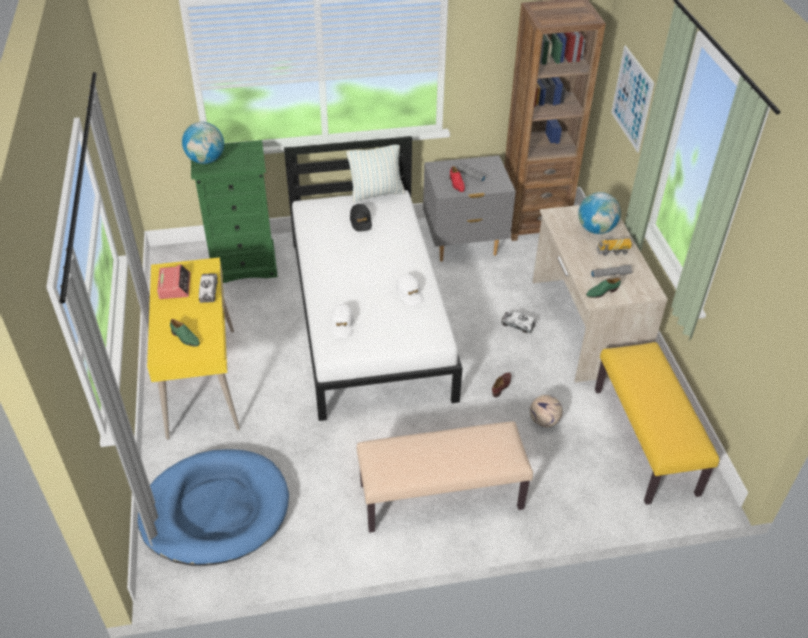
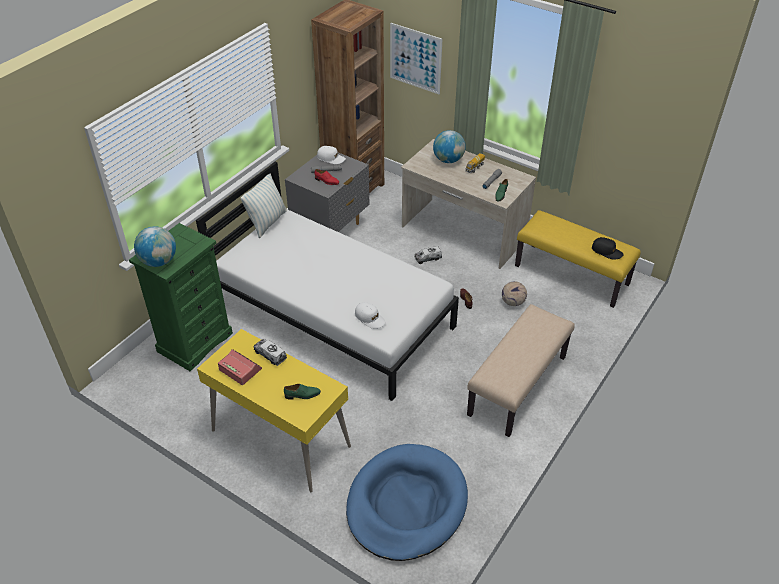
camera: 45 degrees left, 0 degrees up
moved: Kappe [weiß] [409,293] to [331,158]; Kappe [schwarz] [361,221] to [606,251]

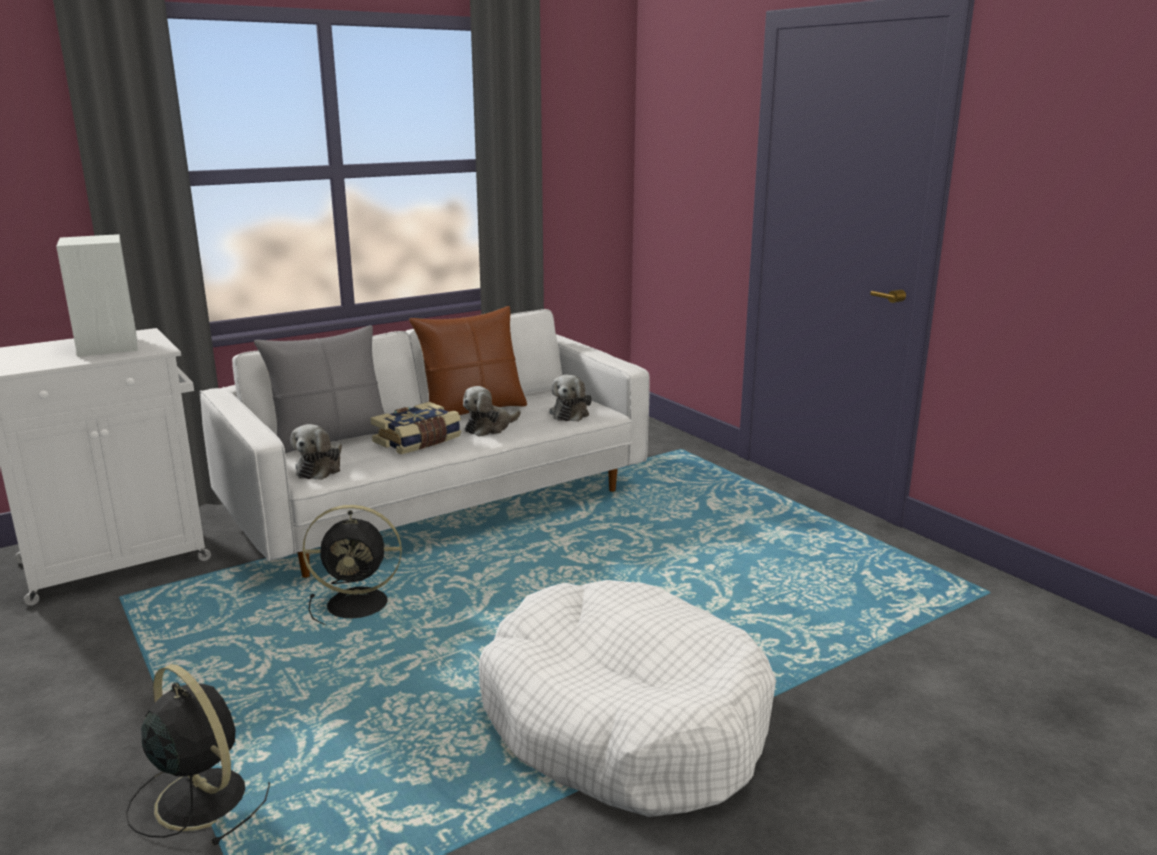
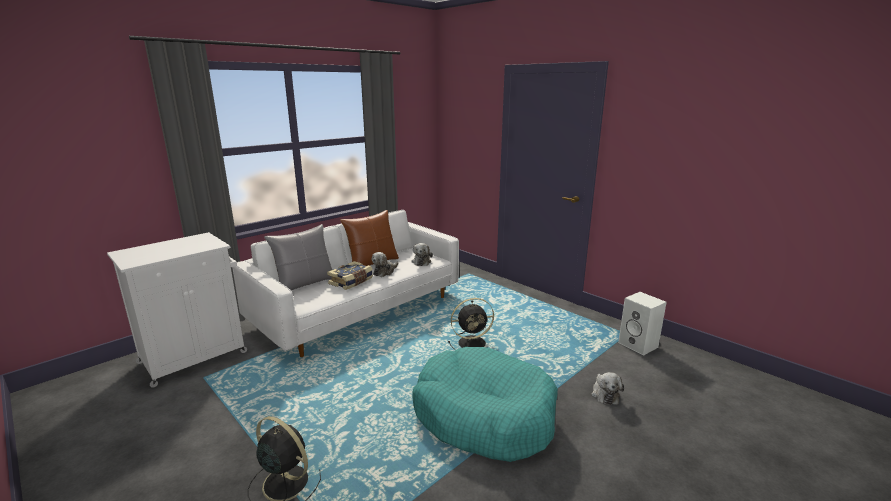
camera: 10 degrees left, 0 degrees up
moved: Ventilator [schwarz] [360,604] to [473,343]; Plüschtier [320,468] to [604,394]; Lautsprecher [weiß] [109,346] to [639,345]
recoloured: Hundebett [weiß] [623,721] to Hundebett [türkis] [484,415]

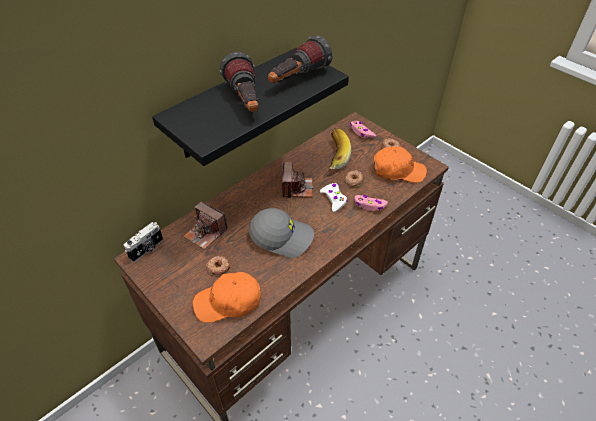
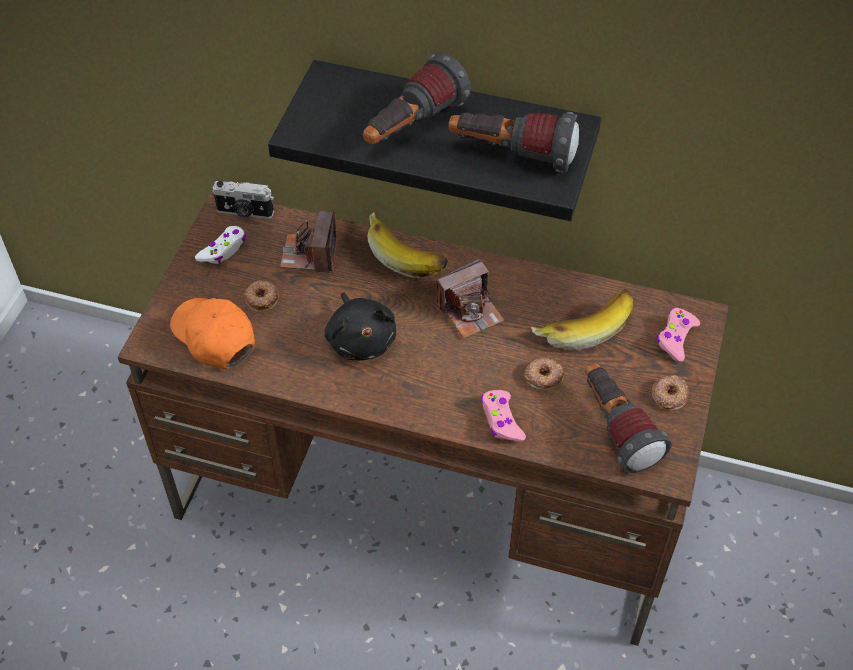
camera: 60 degrees right, 5 degrees up
added: Banane [407,254]
moved: Gamepad [weiß] [334,199] to [223,250]
replaced: Kappe [grau] [282,236] to Plüschtier [schwarz] [361,339]; Kappe [orange] [398,171] to Taschenlampe [616,428]

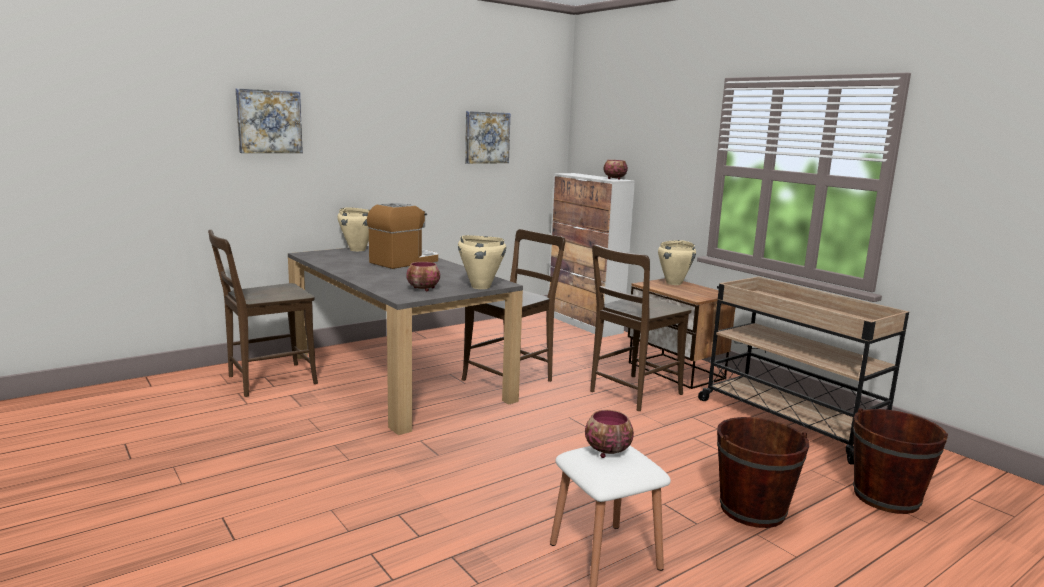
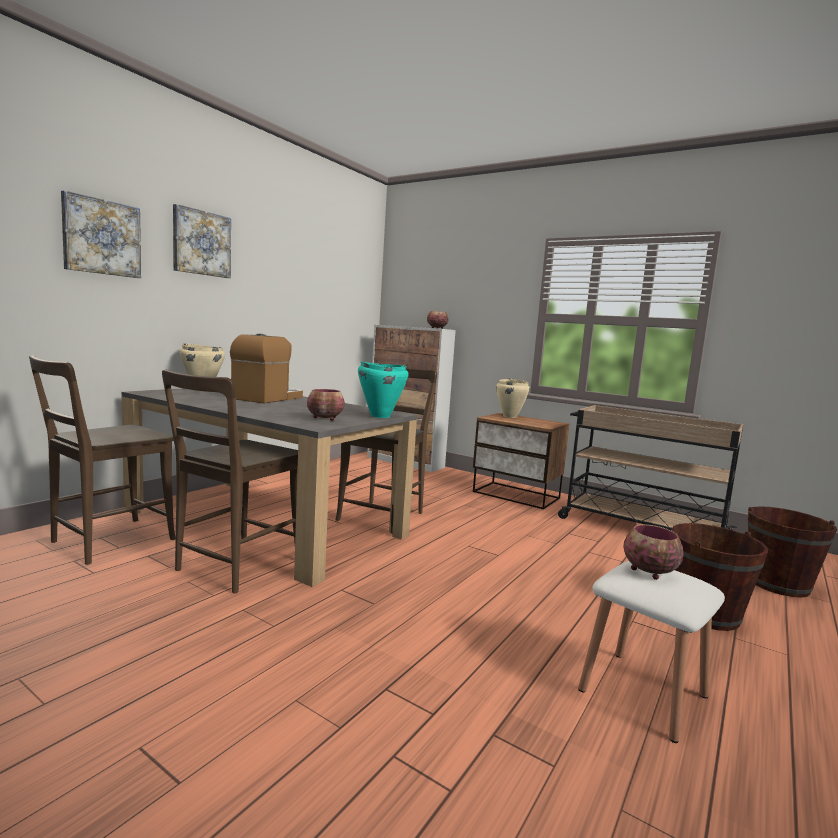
camera: 20 degrees left, 5 degrees down
moved: Stuhl [braun] [632,394] to [234,567]; Bild [486,137] to [201,243]
recoloured: Kochtopf [beige] [480,287] to Kochtopf [türkis] [380,416]

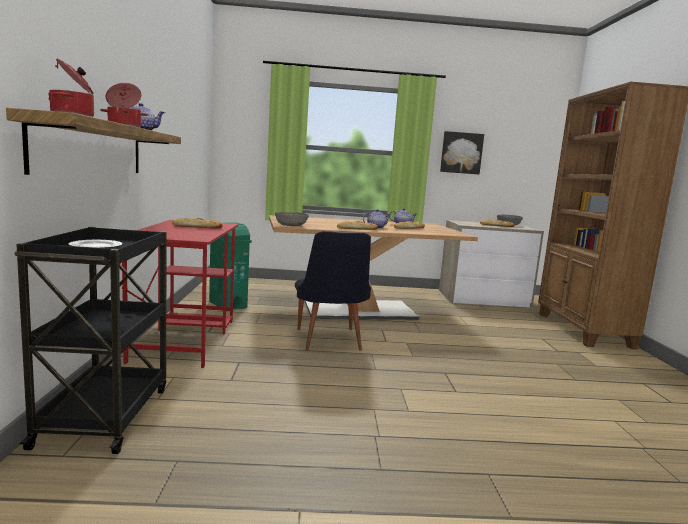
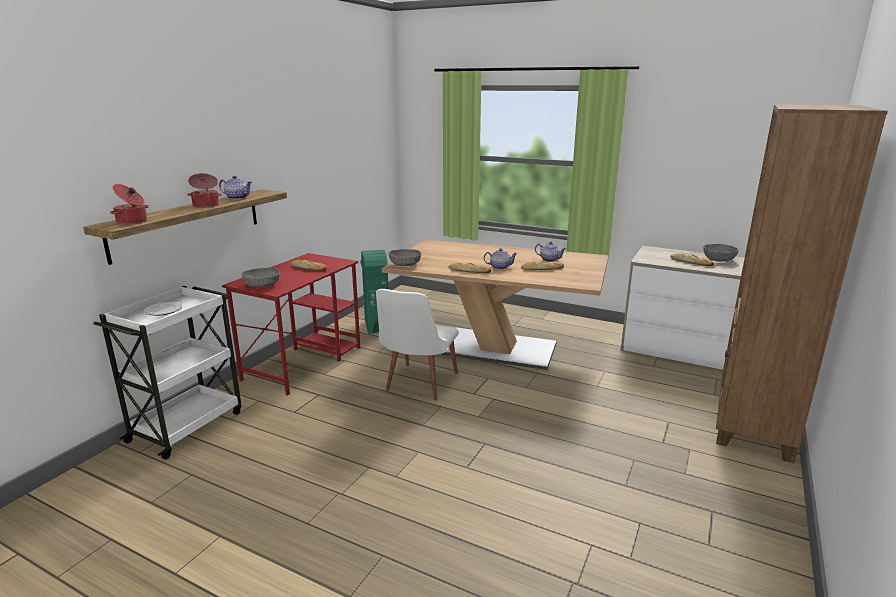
camera: 30 degrees right, 10 degrees up
removed: Bild [461,153]
added: Schüssel [grau] [262,285]
recoloured: Rollwagen [schwarz] [105,415] to Rollwagen [weiß] [188,425]; Stuhl [schwarz] [329,342] to Stuhl [weiß] [417,385]

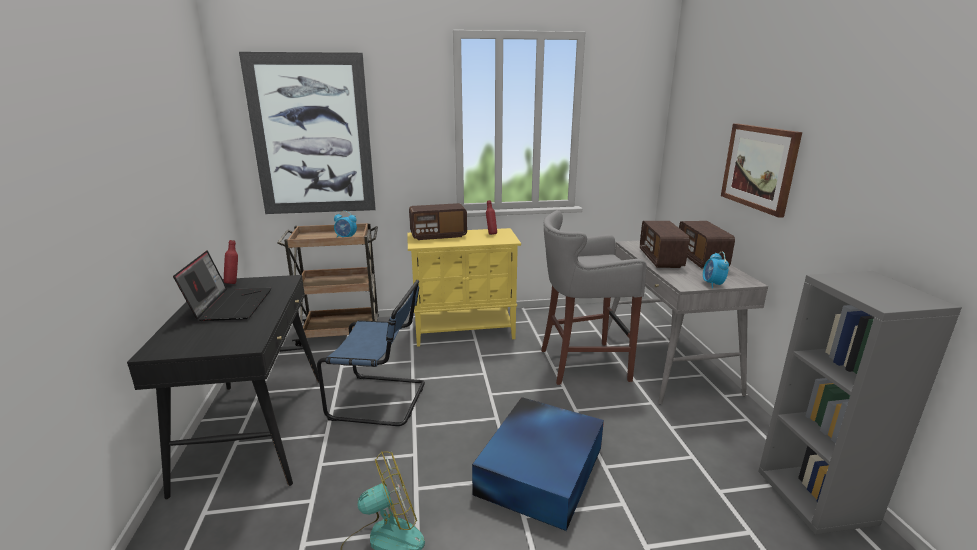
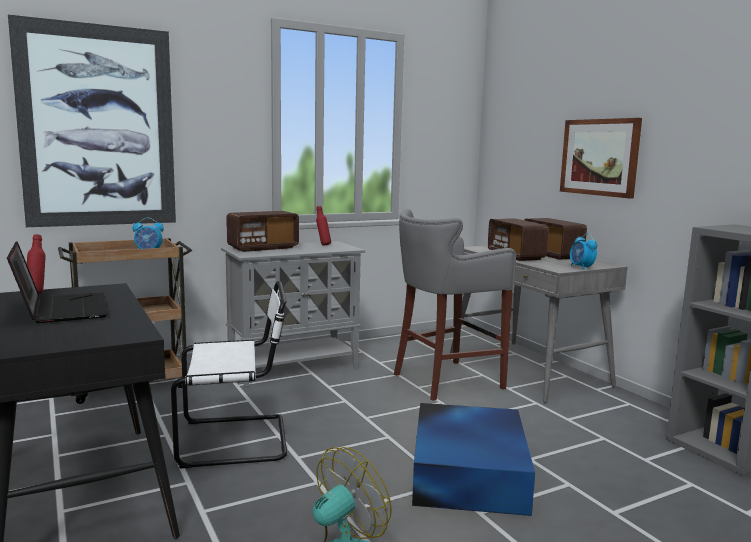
camera: 20 degrees left, 10 degrees down
recoloured: Stuhl [blau] [382,400] to Stuhl [weiß] [238,440]; Schrank [gelb] [465,331] to Schrank [grau] [294,367]

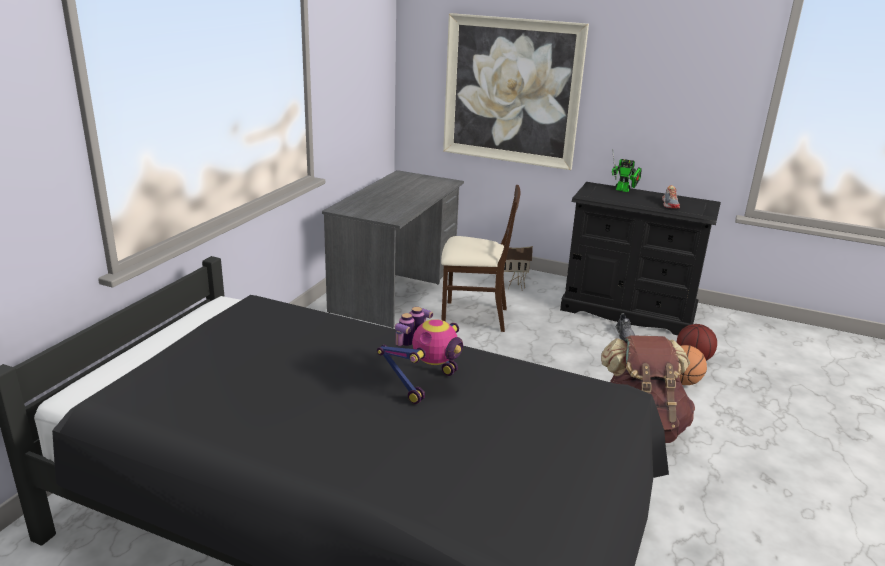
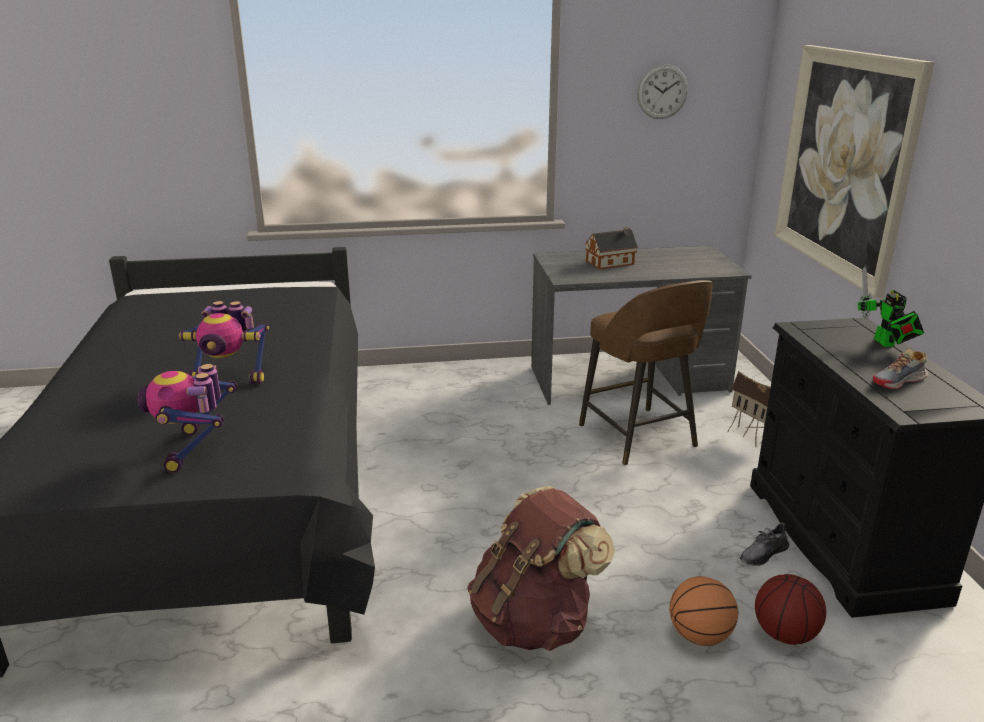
camera: 60 degrees right, 0 degrees up
added: Spielzeugroboter [195,450]; Spielzeughaus [612,263]; Wanduhr [662,91]
replaced: Stuhl [beige] [473,317] to Hocker [braun] [639,437]

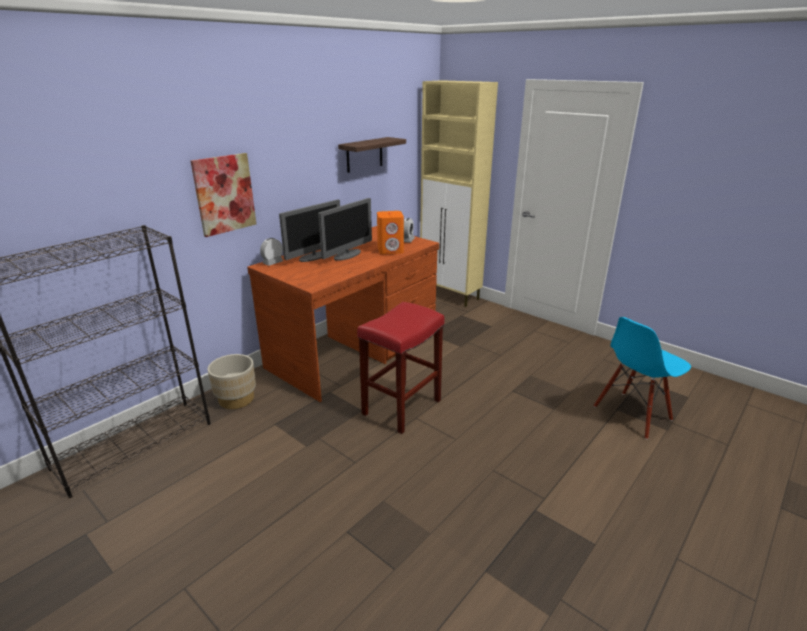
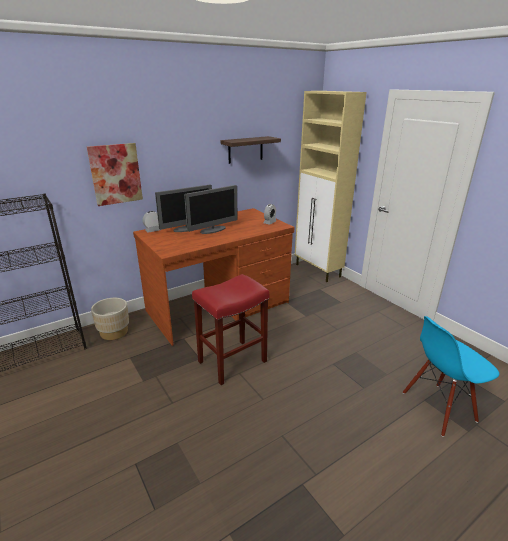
camera: 15 degrees right, 0 degrees up
removed: Lautsprecher [orange] [390,250]

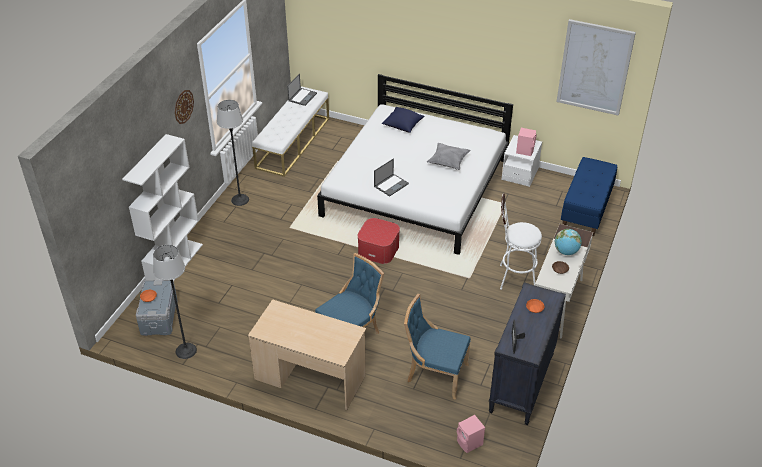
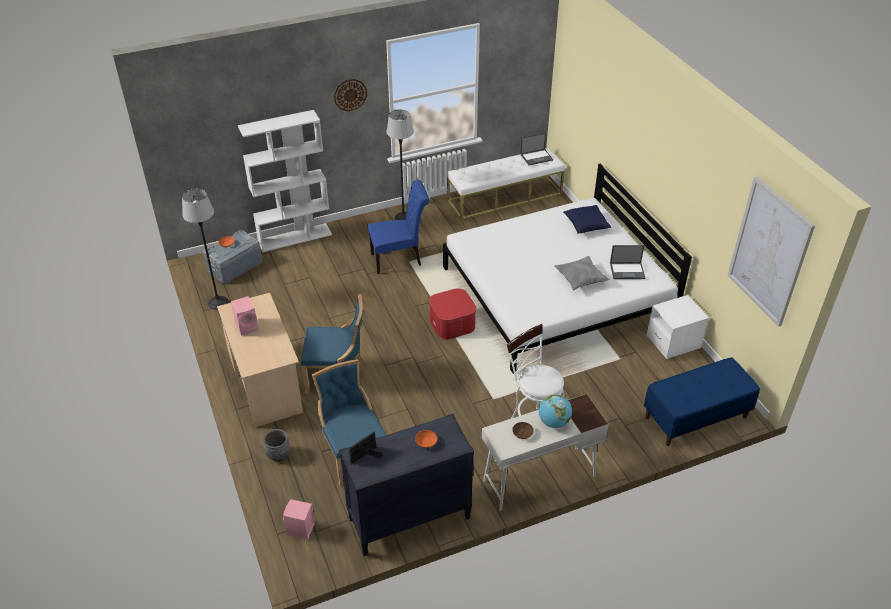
camera: 45 degrees right, 0 degrees up
added: Pflanzkübel [grau] [278,454]; Stuhl [blau] [399,259]
moved: Lautsprecher [rosa] [525,150] to [247,326]; Laptop [391,185] to [627,271]

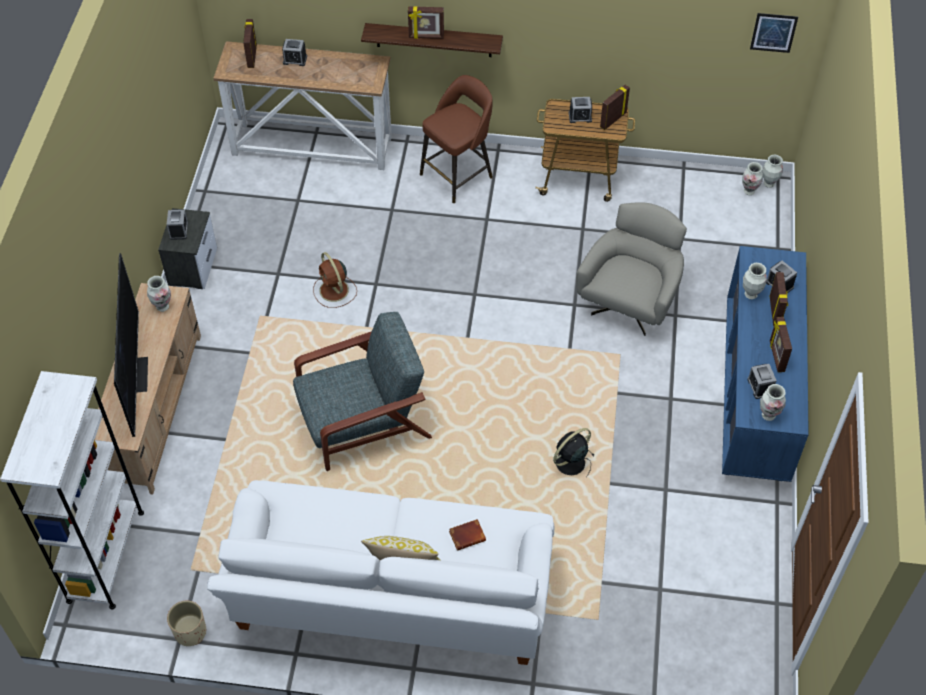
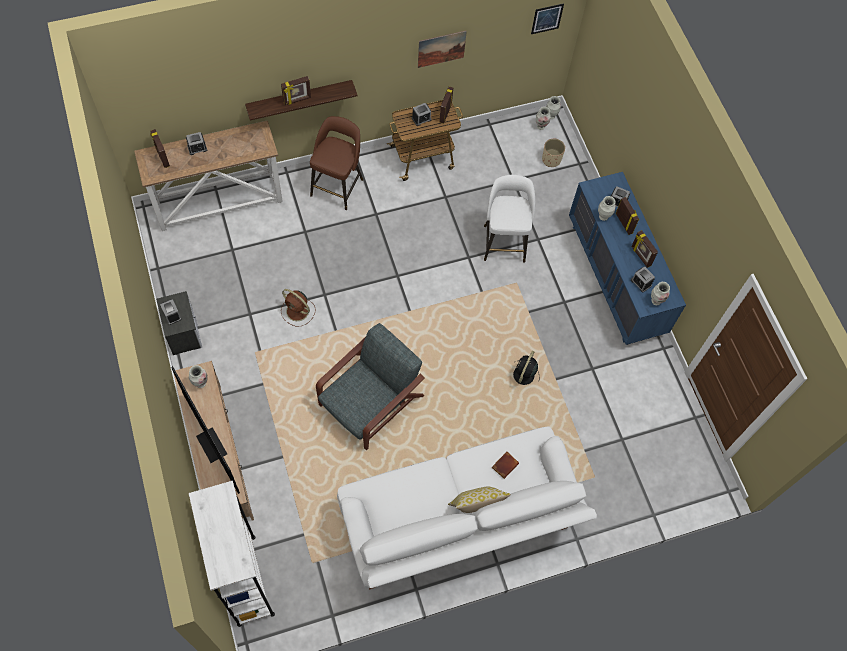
camera: 30 degrees left, 10 degrees up
added: Bild [441,48]
moved: Pflanzkübel [beige] [190,632] to [551,160]
replaced: Sessel [grau] [629,303] to Hocker [weiß] [504,242]

